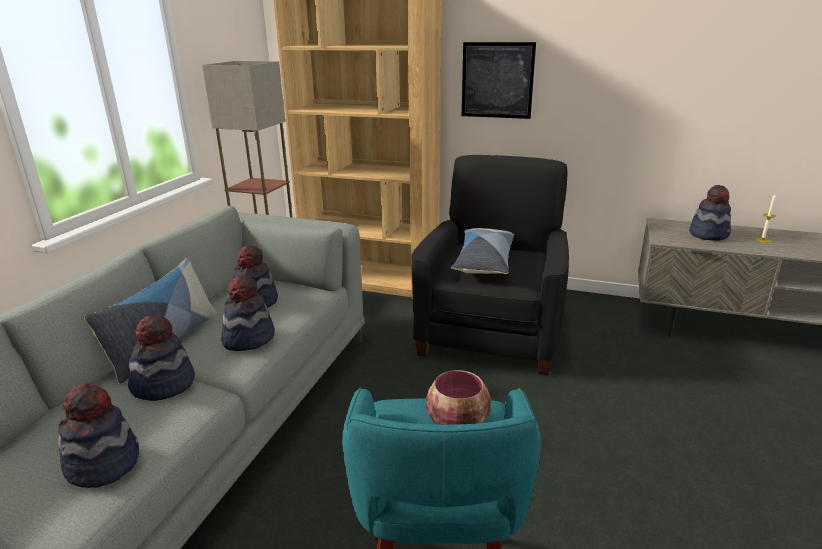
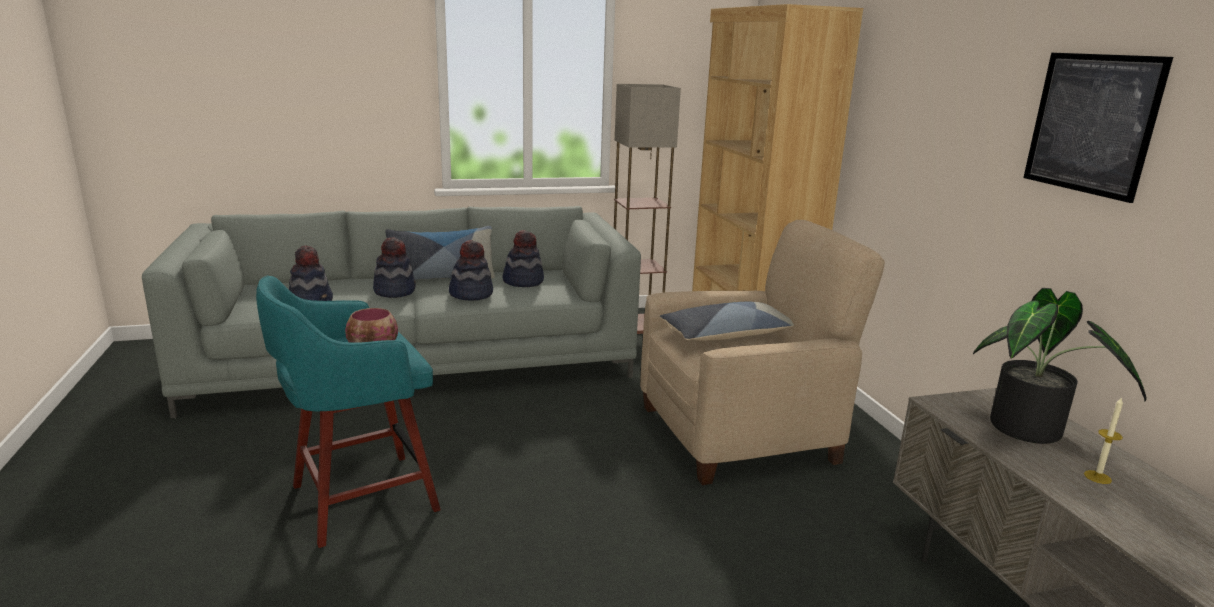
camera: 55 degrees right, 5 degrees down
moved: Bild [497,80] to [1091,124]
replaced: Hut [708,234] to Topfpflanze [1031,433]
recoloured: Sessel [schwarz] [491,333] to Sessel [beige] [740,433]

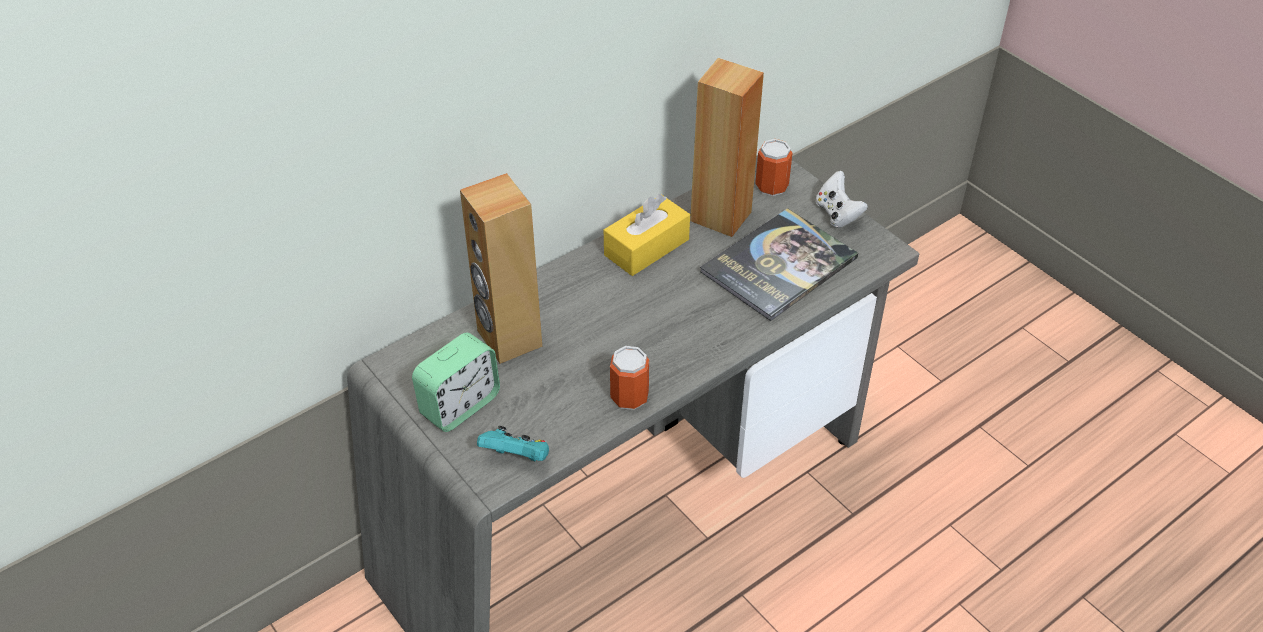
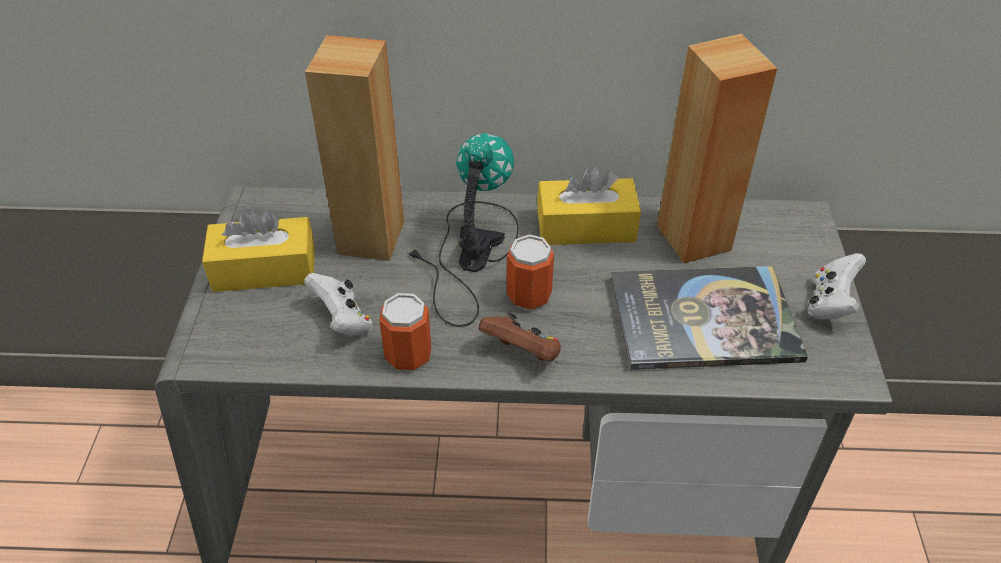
camera: 40 degrees right, 0 degrees up
removed: Gamepad [türkis] [517,458]
added: Gamepad [weiß] [343,321]; Tischlampe [467,254]; Gamepad [braun] [523,353]
moved: Dose [771,186] to [529,296]
replaced: Wecker [460,405] to Taschentuchbox [gelb] [264,269]

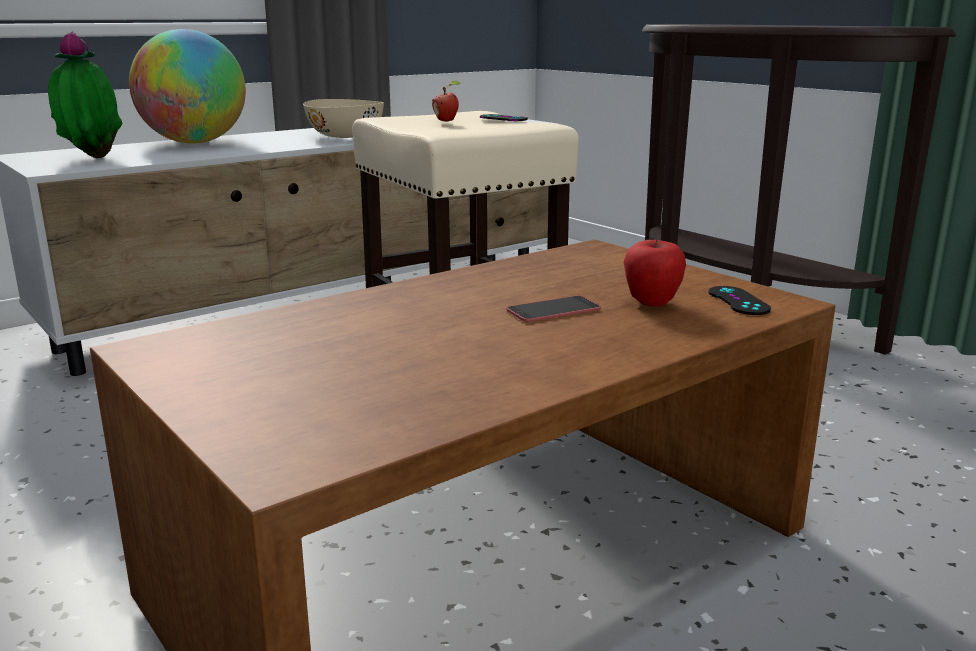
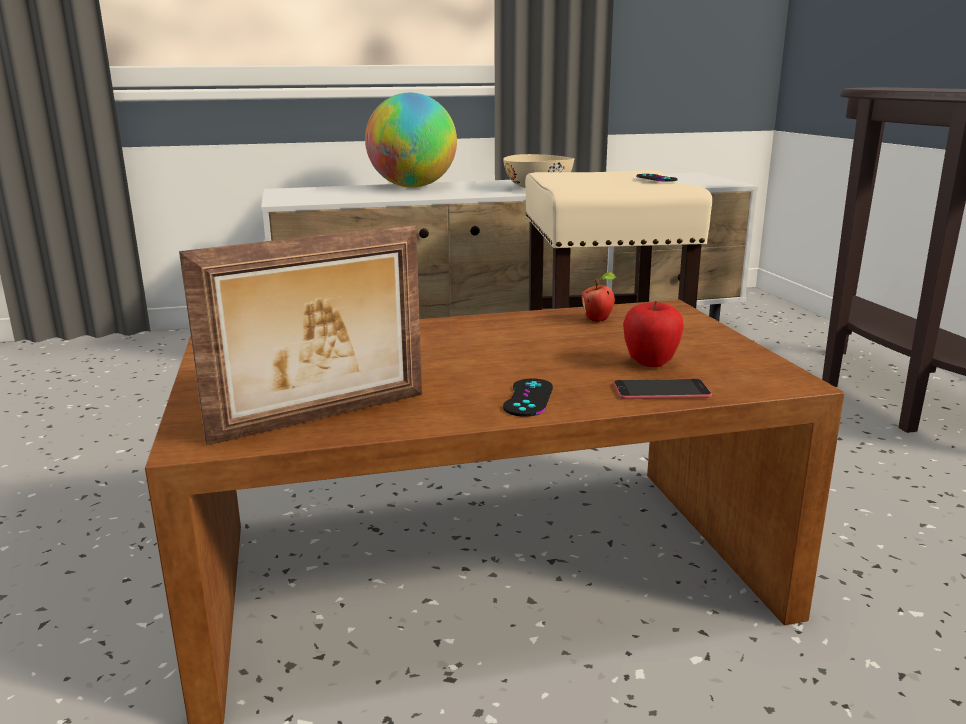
camera: 25 degrees right, 0 degrees up
removed: Topfpflanze [91,159]
added: Bilderrahmen [323,418]
moved: Gamepad [schwarz] [738,301] to [528,398]; Apfel [447,120] to [598,320]; Handy [553,310] to [661,390]

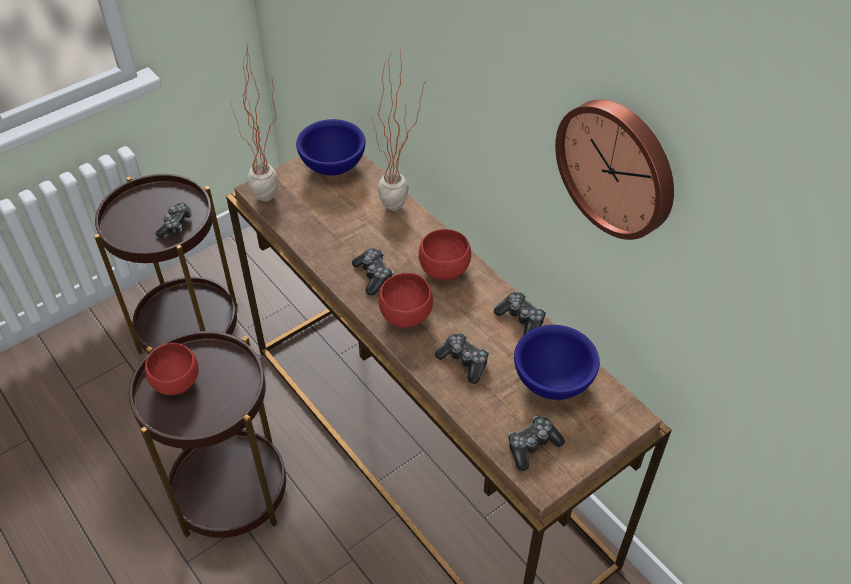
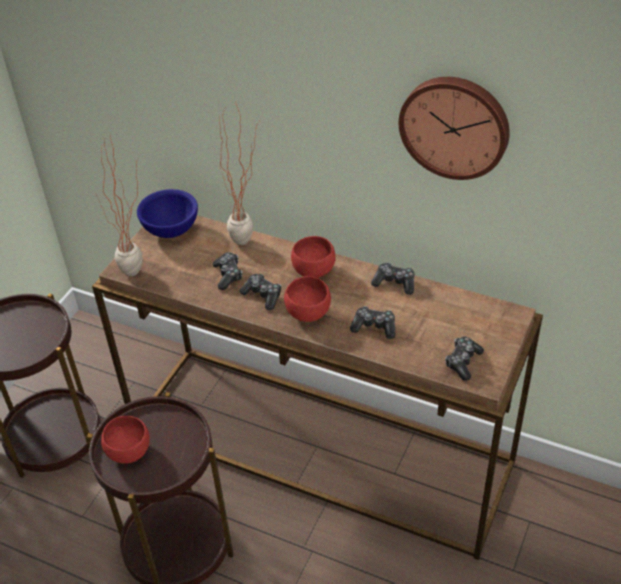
camera: 25 degrees left, 5 degrees down
removed: Schüssel [blau] [551,381]
moved: Gamepad [176,225] to [228,275]

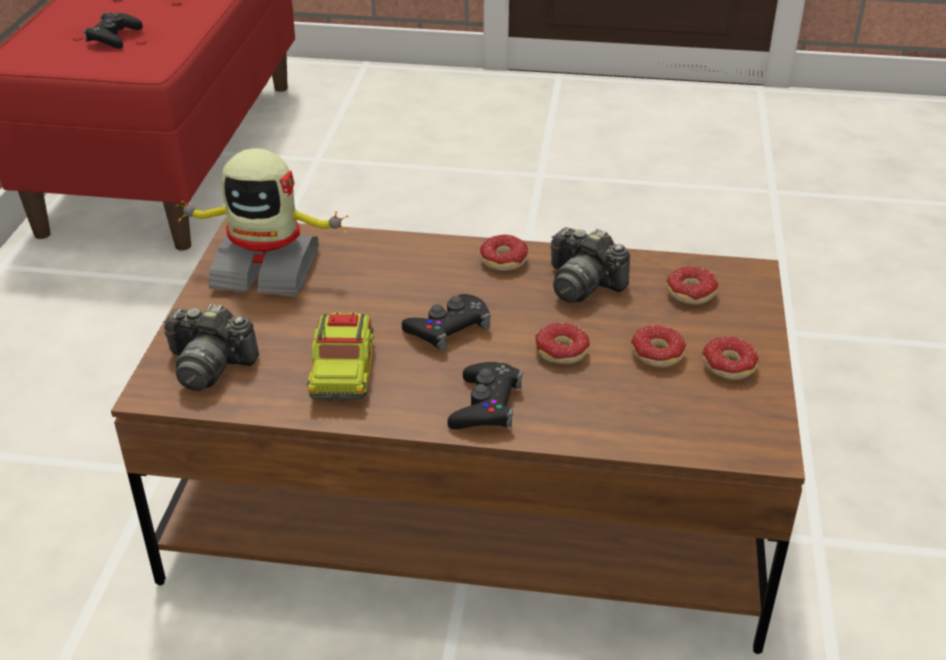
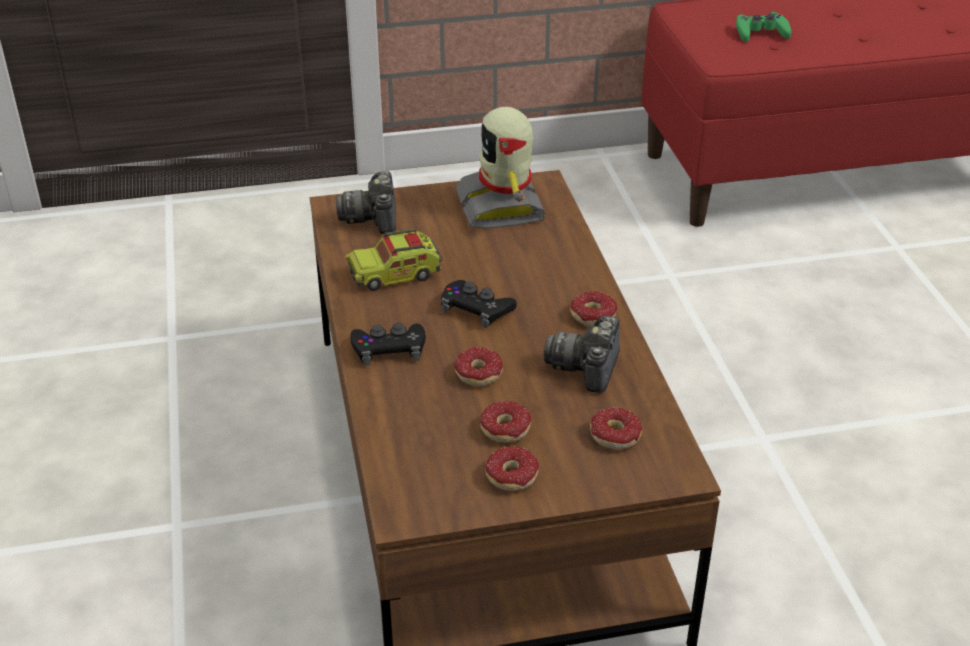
camera: 70 degrees right, 0 degrees up
recoloured: Gamepad [schwarz] [114,37] to Gamepad [grün] [760,33]

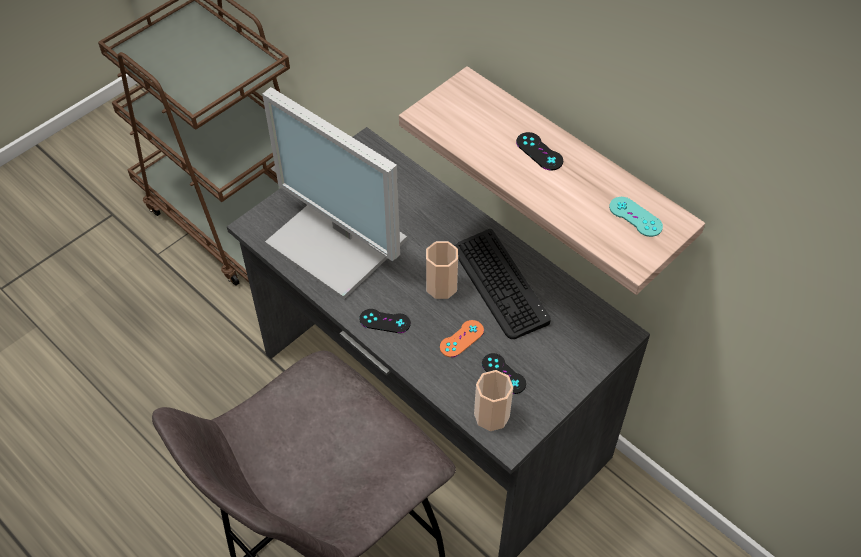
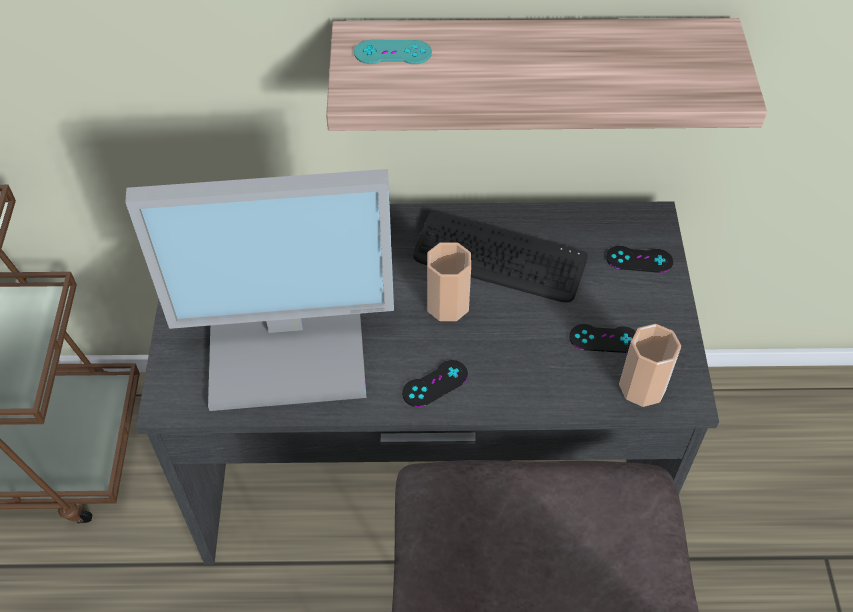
camera: 45 degrees left, 0 degrees up
removed: Gamepad [orange] [461,339]
moved: Gamepad [türkis] [635,217] to [392,53]; Gamepad [schwarz] [539,151] to [639,259]

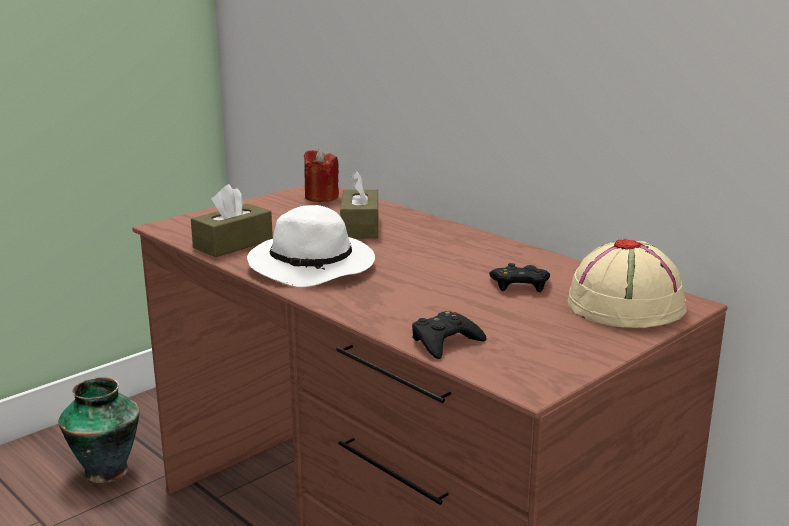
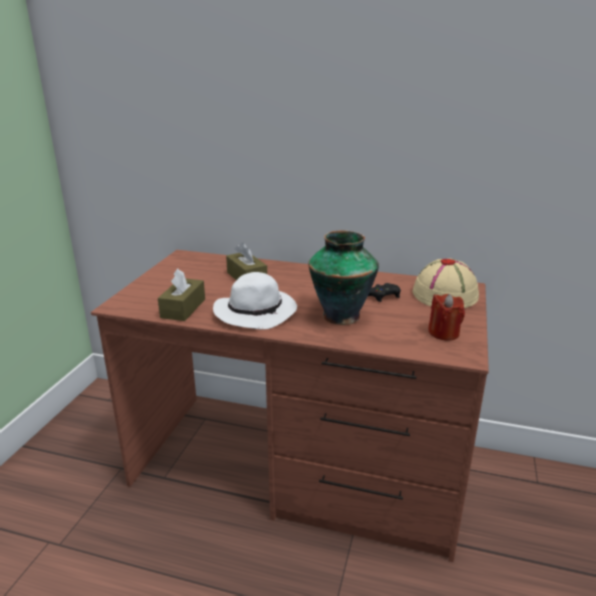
camera: 30 degrees left, 5 degrees up
removed: Gamepad [schwarz] [445,342]
moved: Vase [107,470] to [340,315]; Kerze [rot] [321,197] to [444,333]

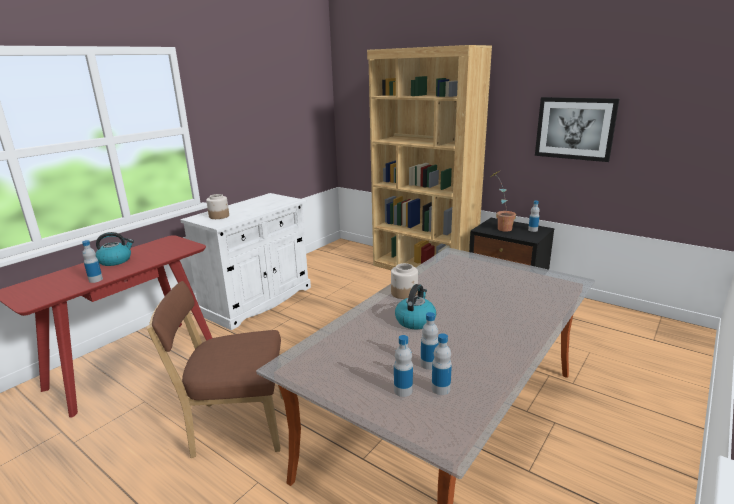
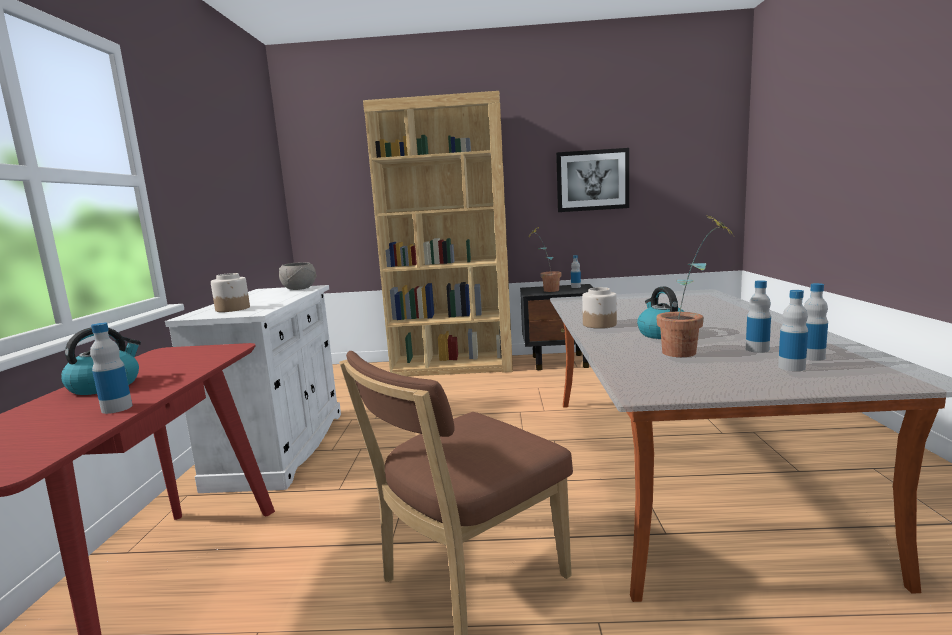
camera: 35 degrees left, 10 degrees down
added: Schüssel [grau] [298,289]; Topfpflanze [690,353]

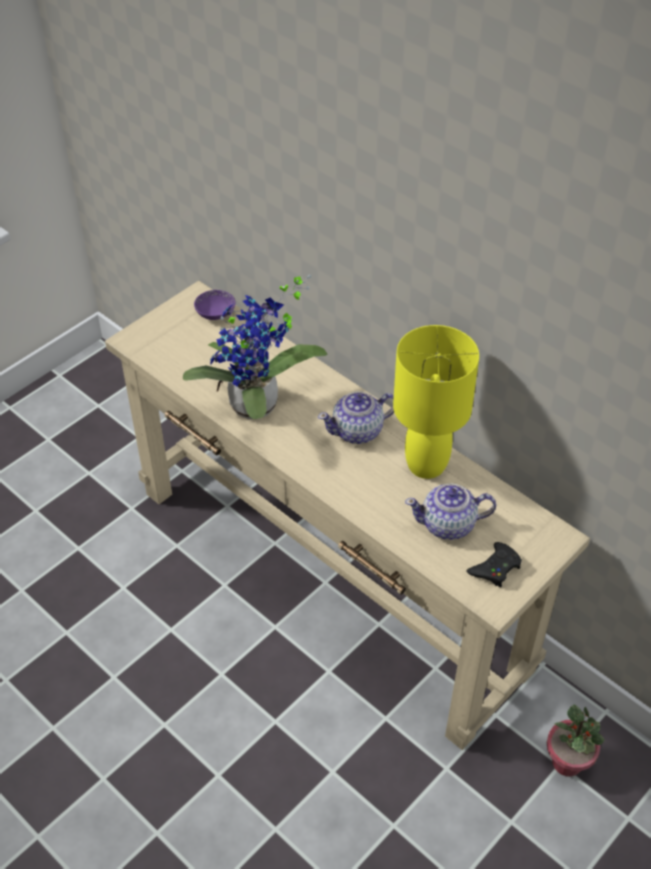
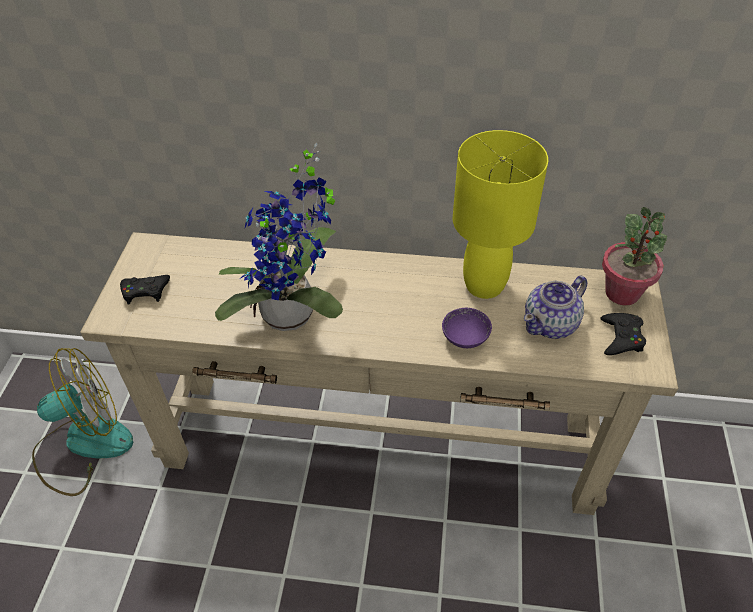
camera: 35 degrees left, 0 degrees up
removed: Teekanne [358,431]
added: Ventilator [83,444]; Gamepad [schwarz] [145,291]
moved: Schüssel [lila] [215,313] to [465,337]; Topfpflanze [567,762] to [622,293]

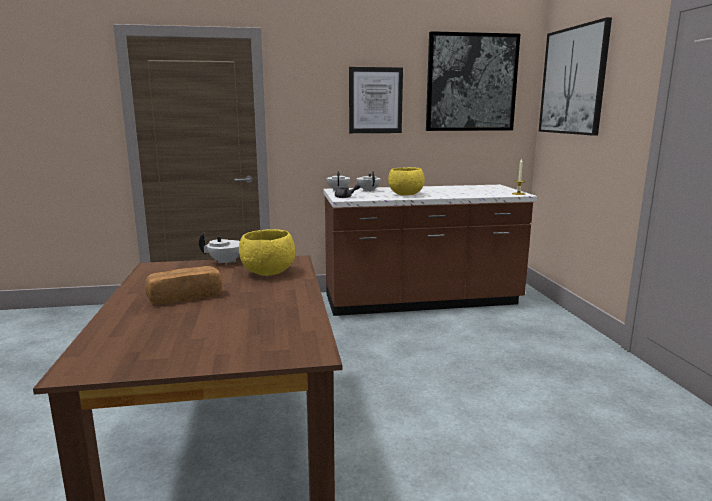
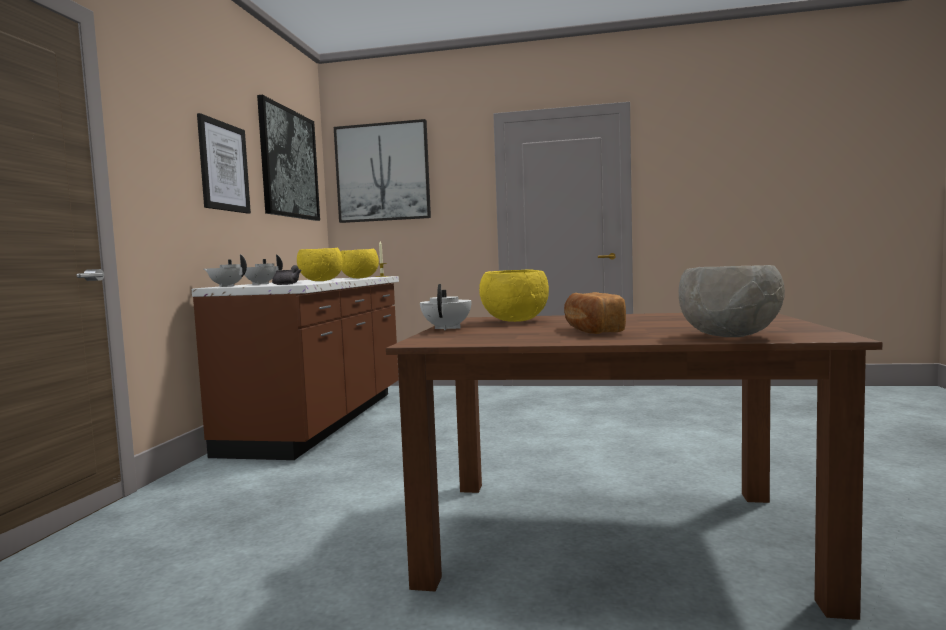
camera: 70 degrees left, 10 degrees down
added: Schüssel [gelb] [359,278]; Schüssel [grau] [730,336]

